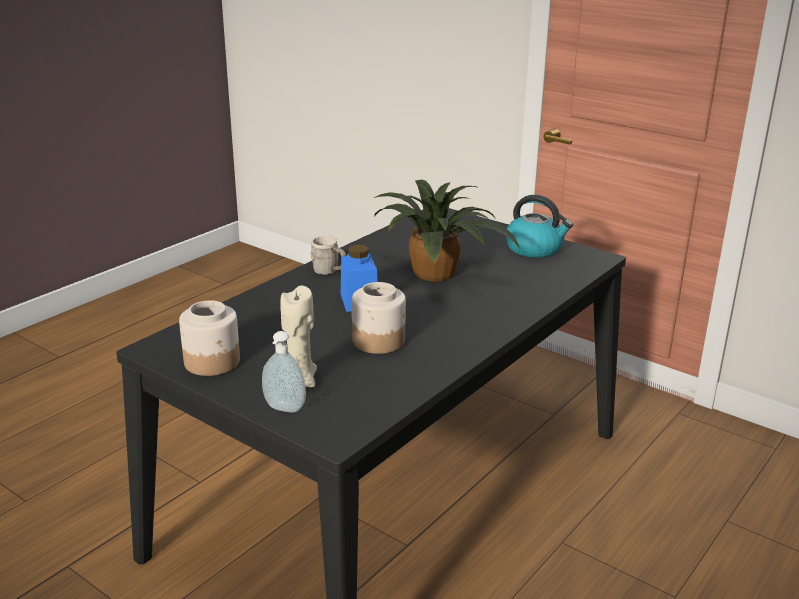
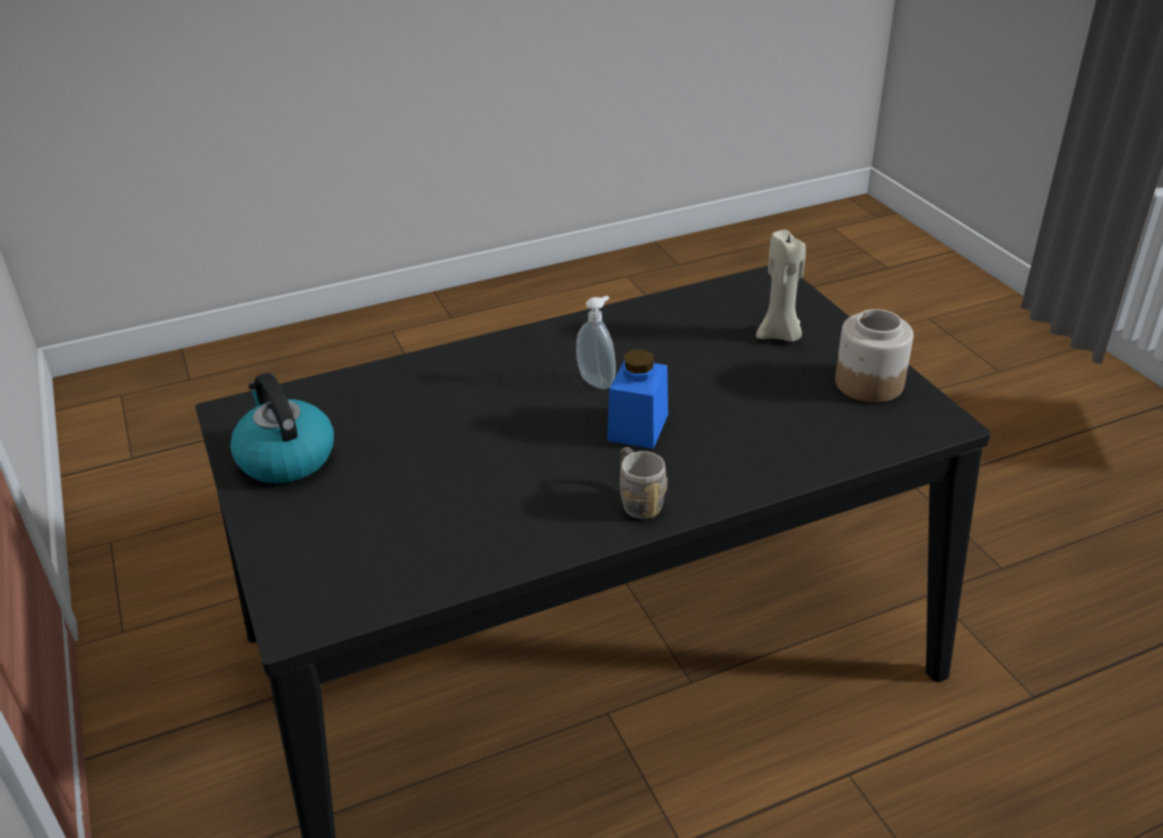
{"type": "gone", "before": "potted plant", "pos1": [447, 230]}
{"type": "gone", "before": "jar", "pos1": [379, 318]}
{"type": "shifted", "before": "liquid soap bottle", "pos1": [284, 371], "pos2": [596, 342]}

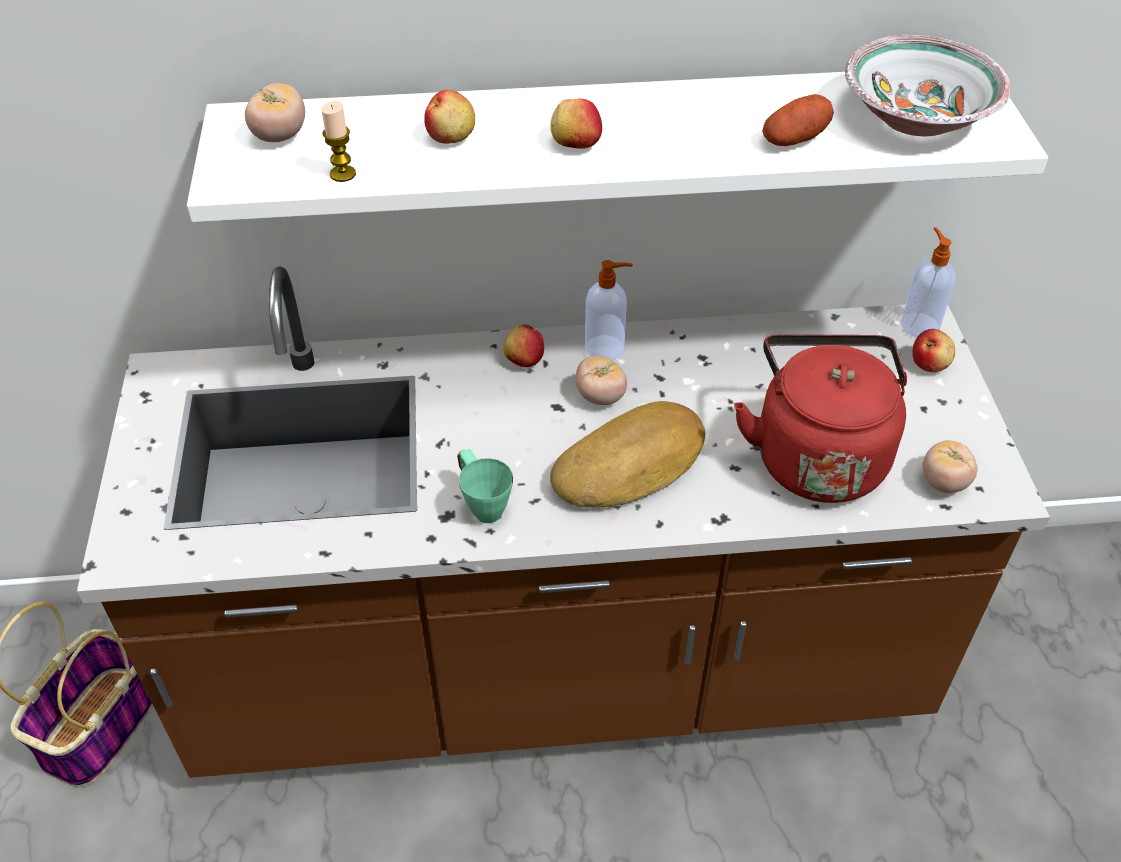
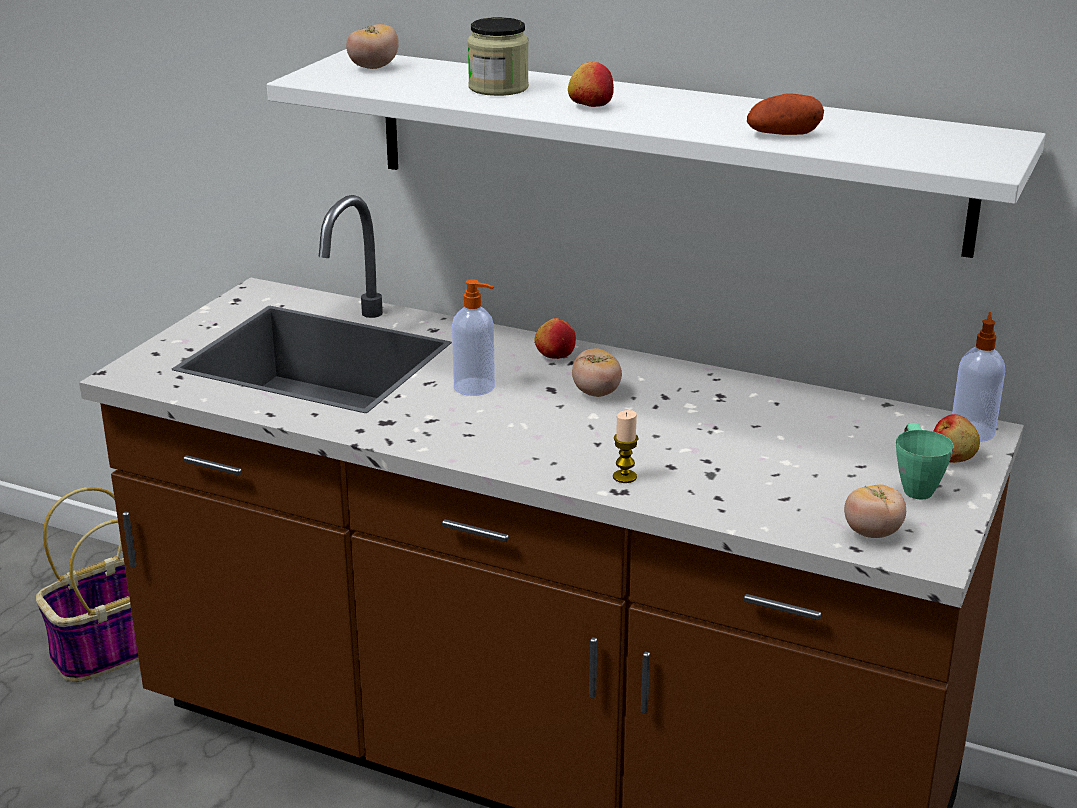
{"type": "gone", "before": "bowl", "pos1": [928, 85]}
{"type": "swapped", "before": "apple fruit", "after": "jar", "pos1": [449, 117], "pos2": [498, 56]}
{"type": "shifted", "before": "wax light", "pos1": [338, 141], "pos2": [626, 446]}
{"type": "shifted", "before": "liquid soap bottle", "pos1": [609, 310], "pos2": [473, 337]}
{"type": "gone", "before": "red tea kettle", "pos1": [820, 418]}
{"type": "gone", "before": "bread", "pos1": [627, 454]}
{"type": "shifted", "before": "green-coloured mug", "pos1": [485, 486], "pos2": [925, 461]}

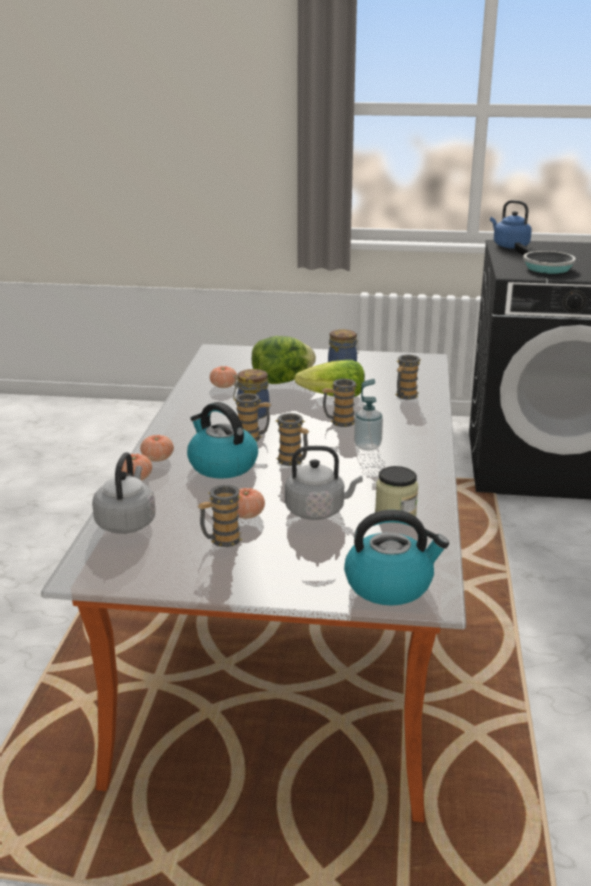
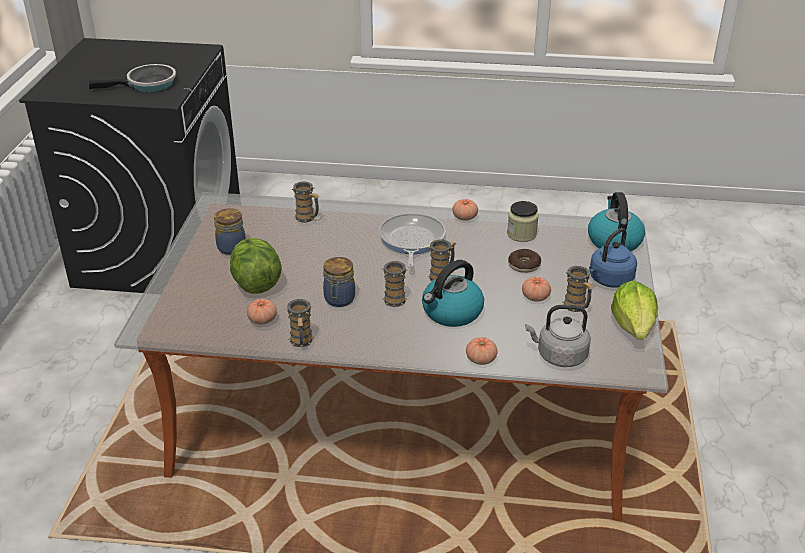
{"type": "shifted", "before": "blue tea kettle", "pos1": [511, 224], "pos2": [613, 258]}
{"type": "shifted", "before": "head of lettuce", "pos1": [329, 378], "pos2": [634, 310]}
{"type": "shifted", "before": "mug", "pos1": [339, 403], "pos2": [300, 323]}
{"type": "swapped", "before": "liquid soap bottle", "after": "frying pan", "pos1": [368, 415], "pos2": [412, 240]}
{"type": "shifted", "before": "fresh tomato", "pos1": [157, 448], "pos2": [465, 210]}
{"type": "swapped", "before": "gray tea kettle", "after": "ring doughnut", "pos1": [324, 483], "pos2": [524, 261]}

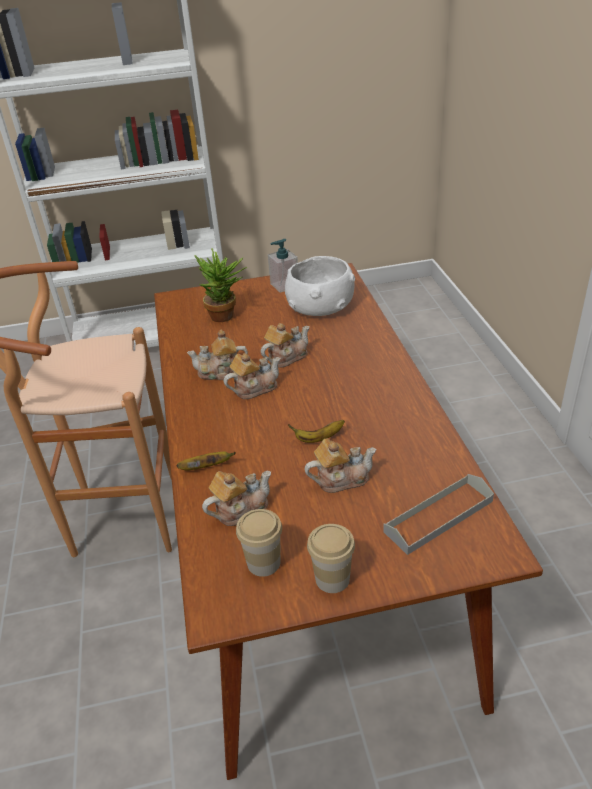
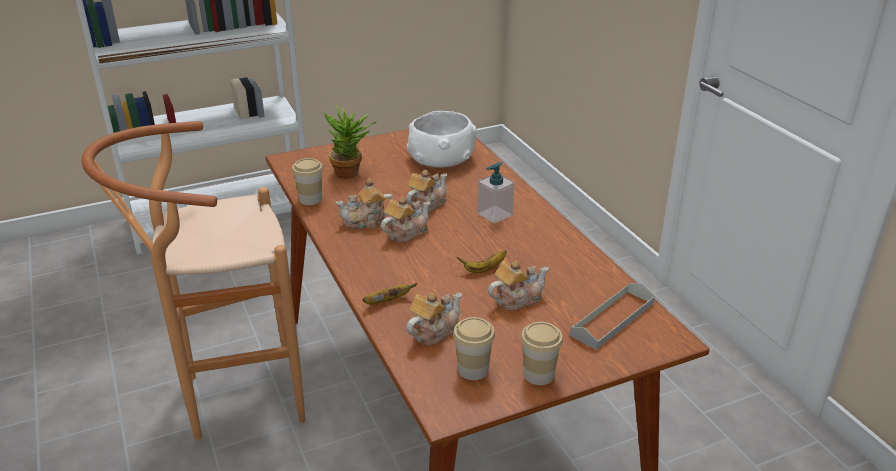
{"type": "shifted", "before": "liquid soap bottle", "pos1": [283, 266], "pos2": [496, 192]}
{"type": "new", "after": "cup", "pos2": [307, 181]}

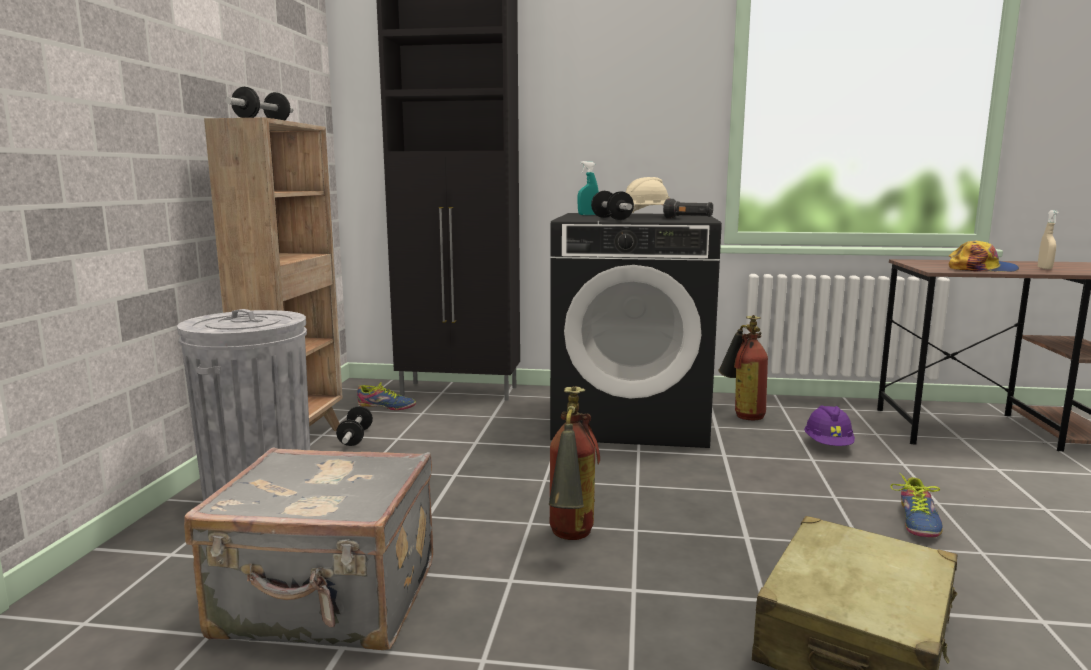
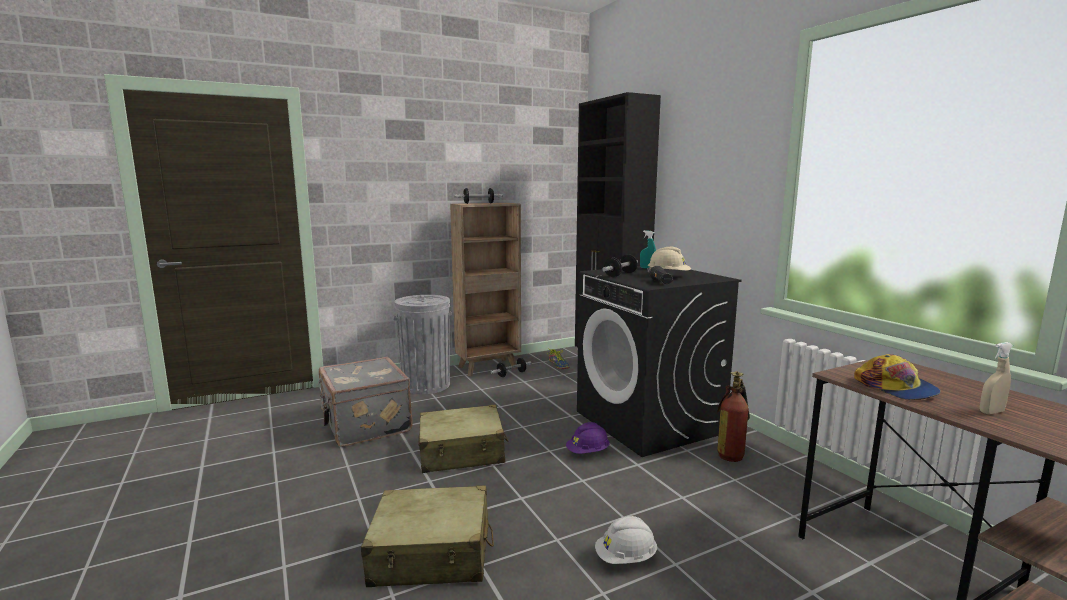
{"type": "swapped", "before": "extinguisher", "after": "beige-coloured travel case", "pos1": [574, 463], "pos2": [463, 439]}
{"type": "shifted", "before": "purplish work helmet", "pos1": [829, 425], "pos2": [588, 438]}
{"type": "swapped", "before": "shoe", "after": "white work helmet", "pos1": [917, 505], "pos2": [626, 540]}

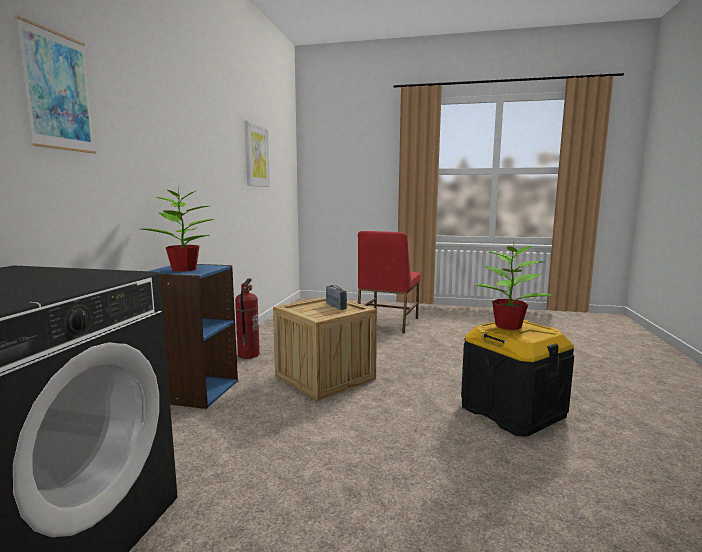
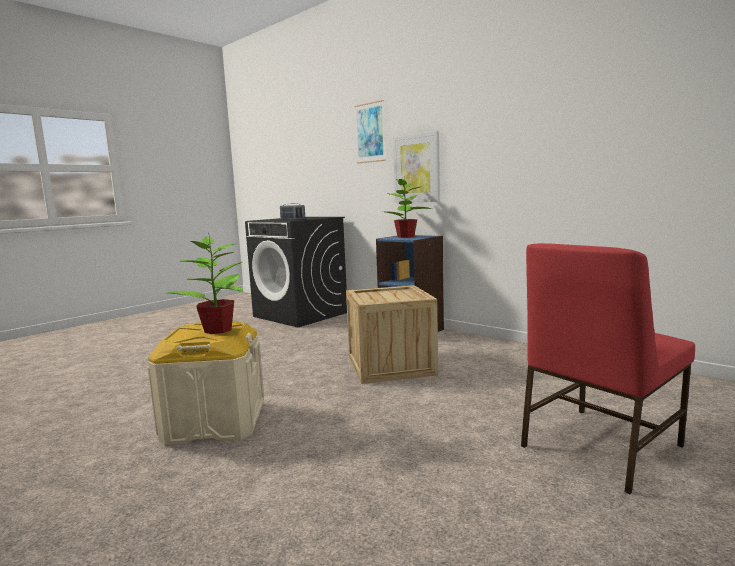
{"type": "shifted", "before": "wall picture", "pos1": [257, 153], "pos2": [416, 167]}
{"type": "rotated", "before": "red plain chair", "pos1": [389, 282], "pos2": [608, 369], "turn": -90}
{"type": "gone", "before": "extinguisher", "pos1": [247, 319]}
{"type": "shifted", "before": "radio", "pos1": [336, 297], "pos2": [292, 211]}
{"type": "repainted", "before": "black-coloured storage bin", "after": "beige-coloured storage bin", "pos1": [517, 378], "pos2": [206, 383]}

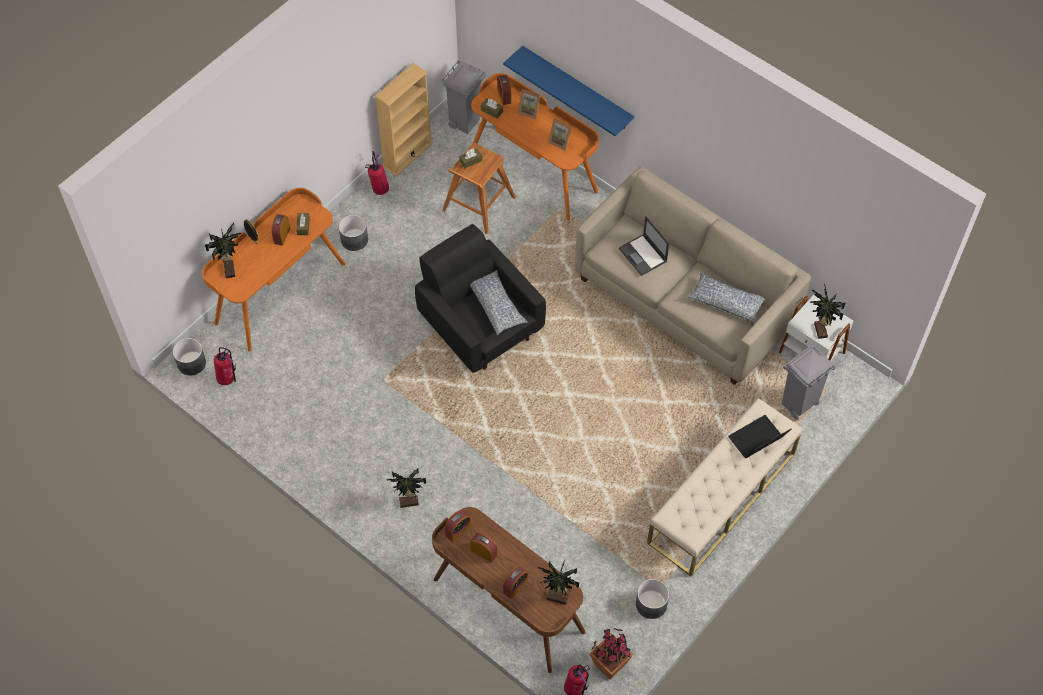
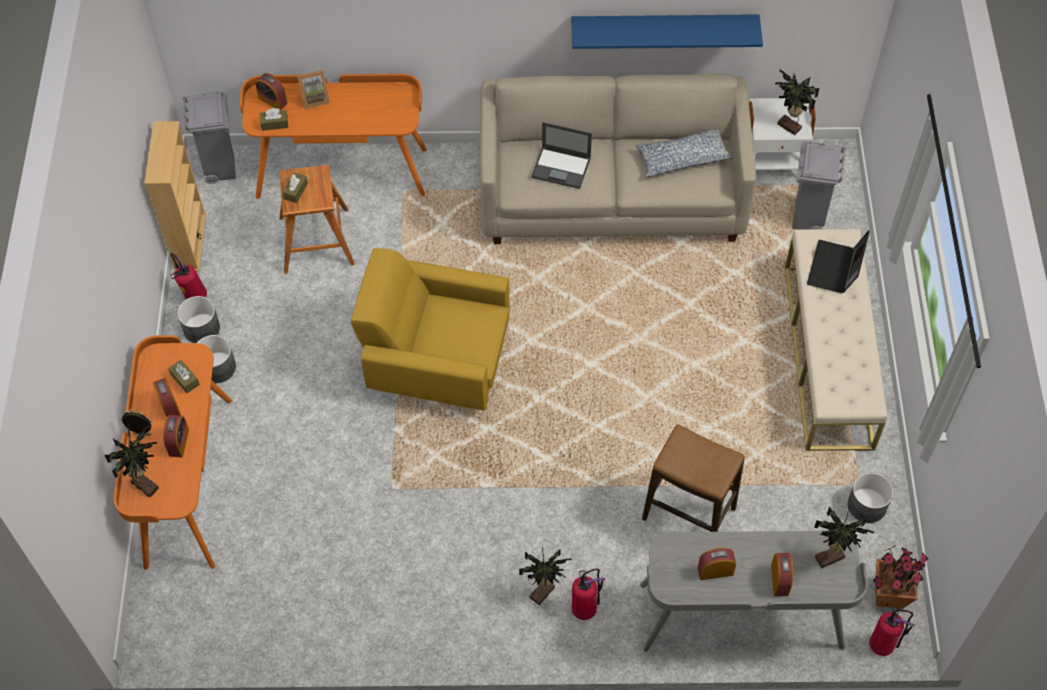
{"type": "shifted", "before": "blue wall shelf", "pos1": [568, 91], "pos2": [667, 31]}
{"type": "gone", "before": "photo frame", "pos1": [560, 134]}
{"type": "repainted", "before": "black-coloured easy chair", "after": "yellow easy chair", "pos1": [480, 298], "pos2": [430, 329]}
{"type": "gone", "before": "throw pillow", "pos1": [499, 302]}
{"type": "shifted", "before": "gray flower pot", "pos1": [189, 357], "pos2": [198, 319]}
{"type": "shifted", "before": "extinguisher", "pos1": [225, 366], "pos2": [588, 594]}
{"type": "repainted", "before": "brown-coloured desk unit", "after": "gray desk unit", "pos1": [509, 590], "pos2": [754, 591]}
{"type": "shifted", "before": "bedside clock", "pos1": [458, 526], "pos2": [176, 436]}
{"type": "new", "after": "stool", "pos2": [693, 478]}

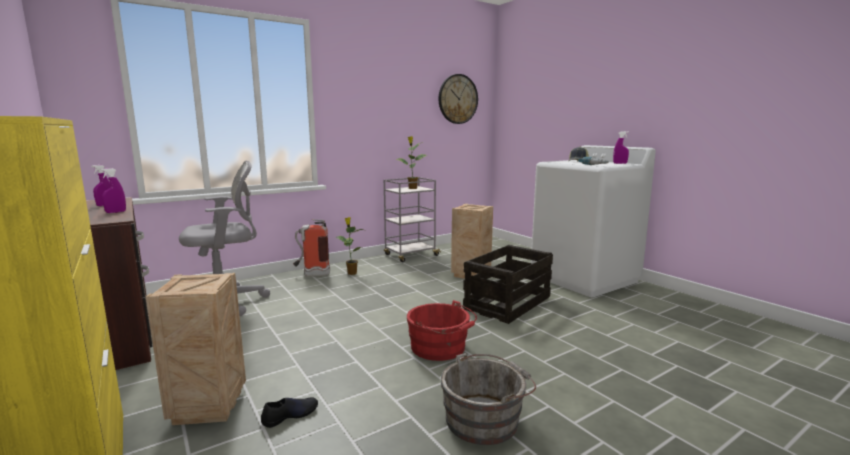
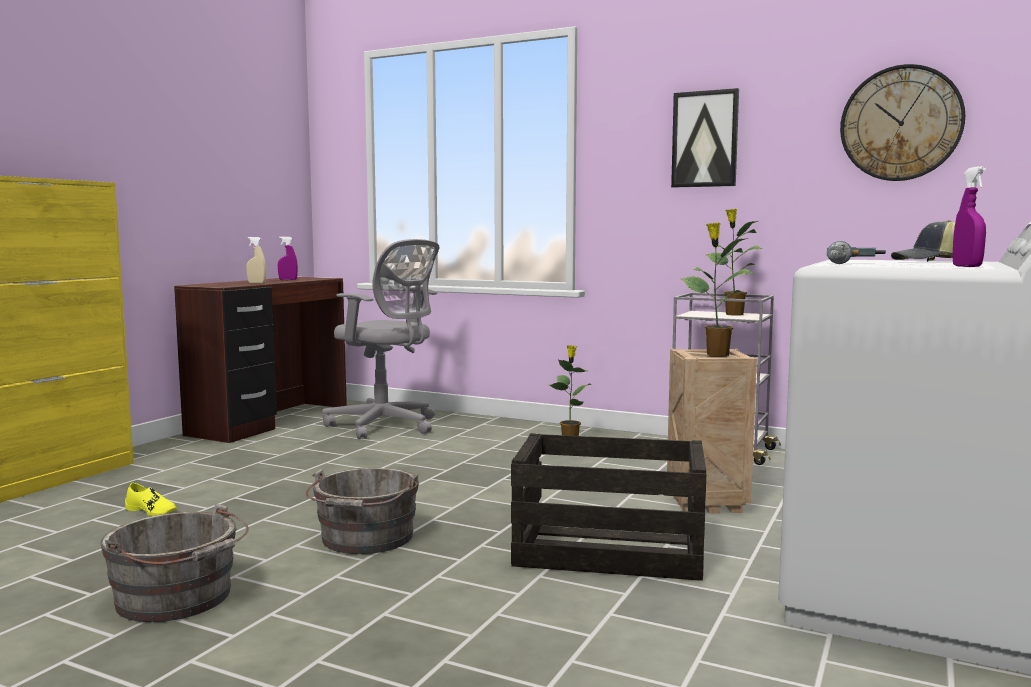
{"type": "repainted", "before": "purplish sprayer", "after": "beige-coloured sprayer", "pos1": [113, 190], "pos2": [256, 260]}
{"type": "gone", "before": "extinguisher", "pos1": [311, 248]}
{"type": "gone", "before": "shipping crate", "pos1": [196, 349]}
{"type": "repainted", "before": "red pail", "after": "gray pail", "pos1": [442, 330], "pos2": [362, 511]}
{"type": "repainted", "before": "black-coloured shoe", "after": "yellow shoe", "pos1": [289, 412], "pos2": [151, 499]}
{"type": "new", "after": "wall picture", "pos2": [705, 138]}
{"type": "new", "after": "potted plant", "pos2": [717, 289]}

